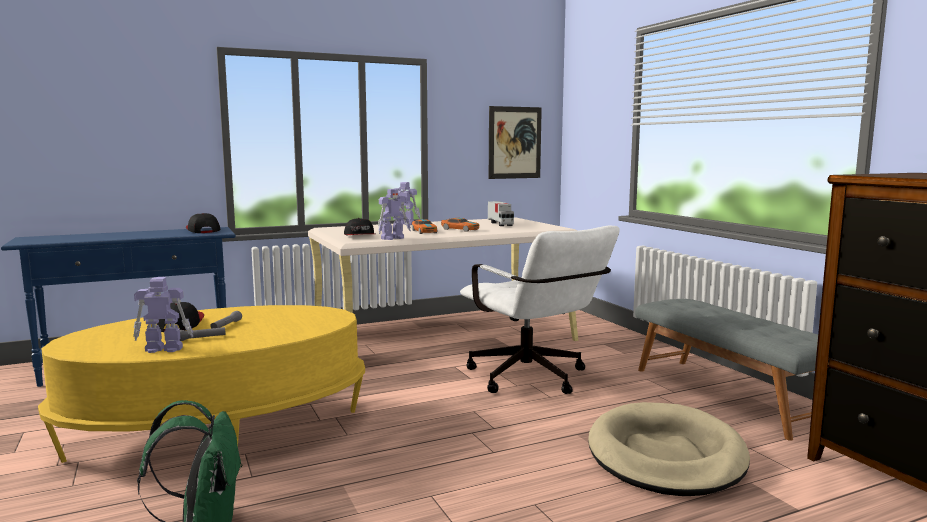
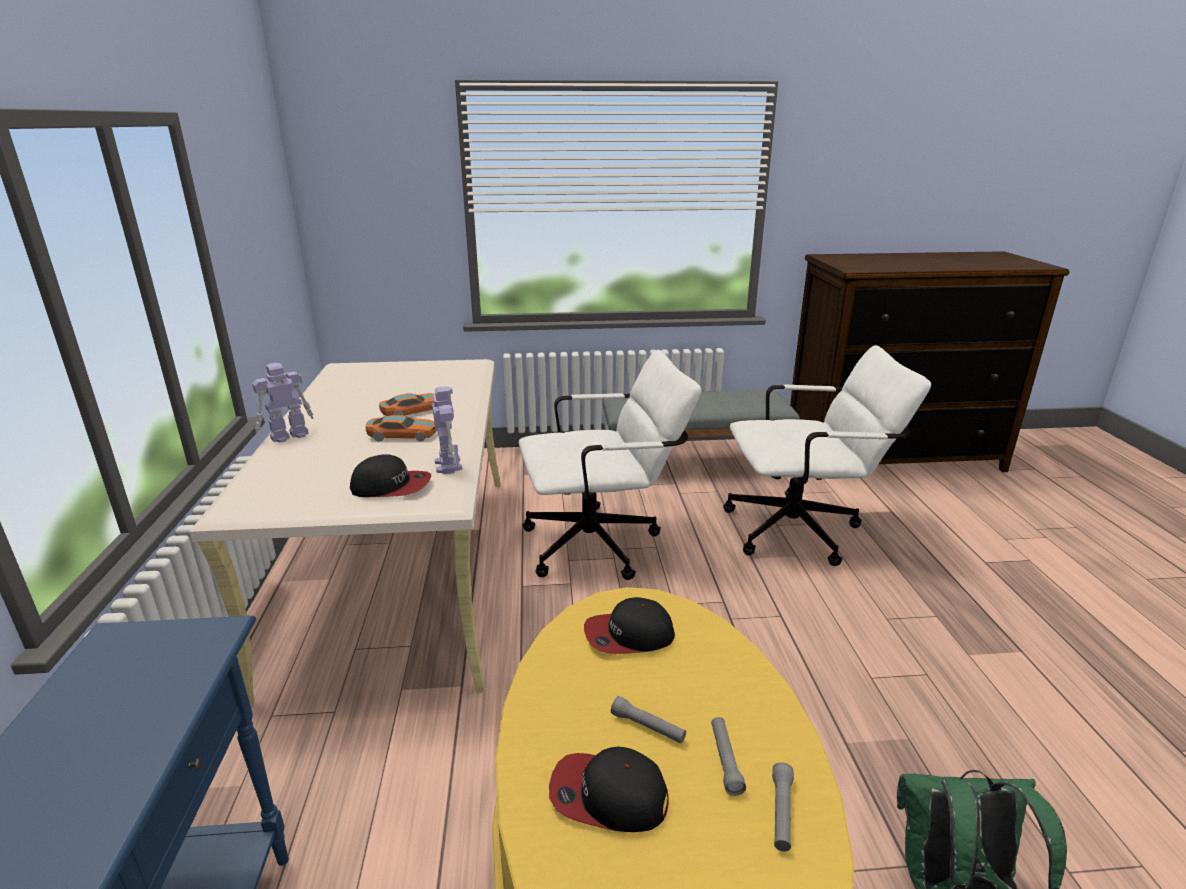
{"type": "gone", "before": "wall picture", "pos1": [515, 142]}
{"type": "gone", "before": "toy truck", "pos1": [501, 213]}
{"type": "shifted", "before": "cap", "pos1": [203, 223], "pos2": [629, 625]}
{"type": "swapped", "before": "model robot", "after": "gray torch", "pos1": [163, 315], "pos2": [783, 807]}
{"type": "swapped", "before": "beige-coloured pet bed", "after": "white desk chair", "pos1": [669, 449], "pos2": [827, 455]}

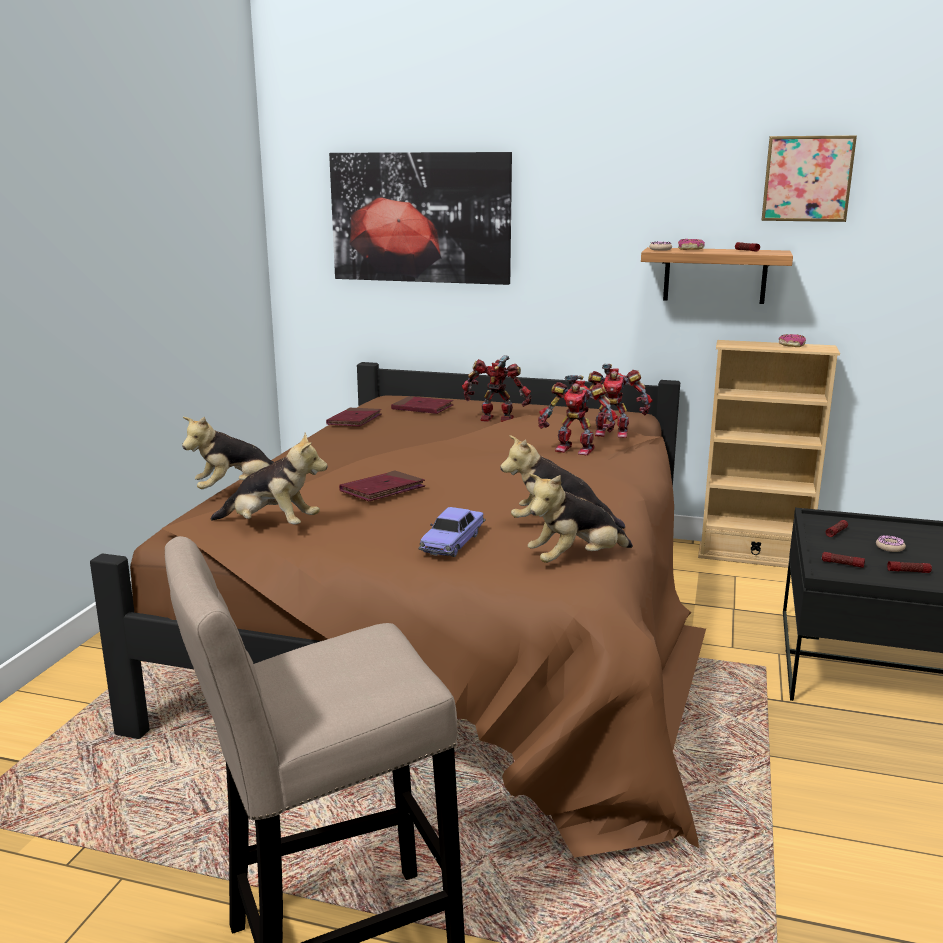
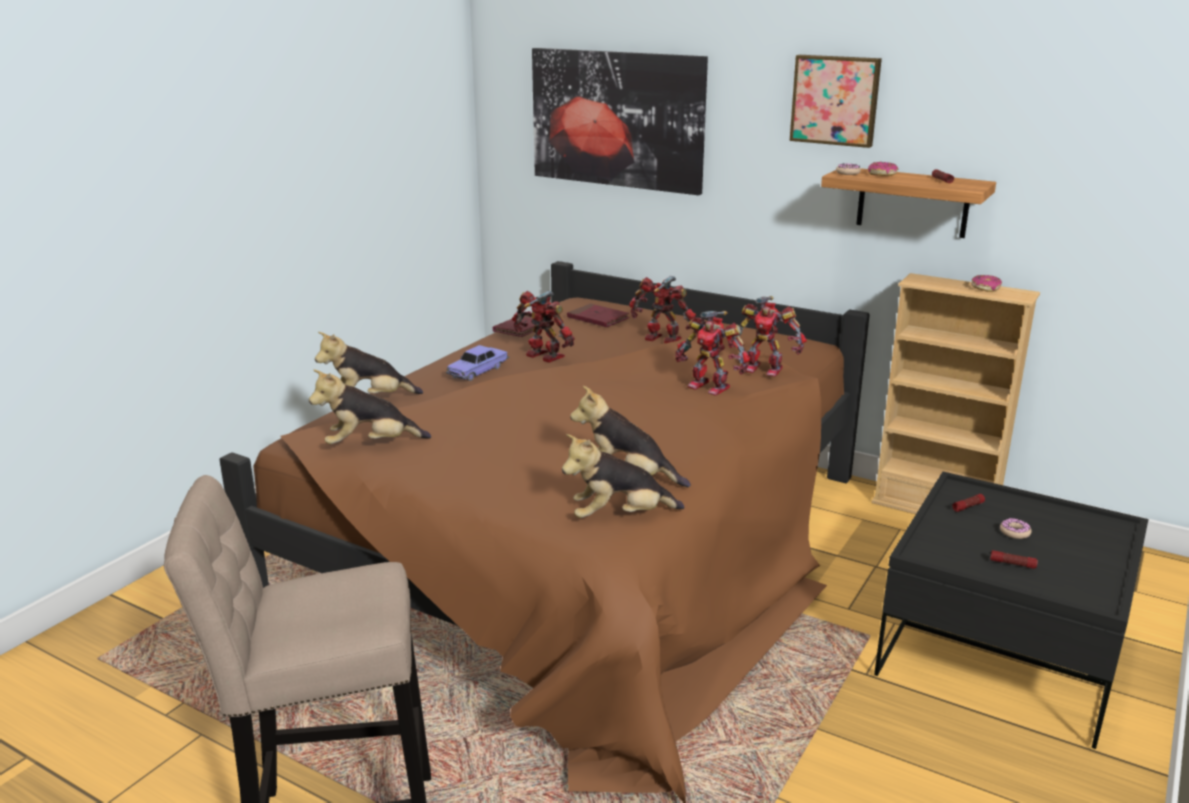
{"type": "shifted", "before": "wall picture", "pos1": [809, 178], "pos2": [836, 101]}
{"type": "rotated", "before": "cuddly toy", "pos1": [269, 479], "pos2": [370, 406], "turn": 135}
{"type": "gone", "before": "red book", "pos1": [382, 485]}
{"type": "shifted", "before": "toy car", "pos1": [452, 532], "pos2": [477, 363]}
{"type": "gone", "before": "torch", "pos1": [843, 560]}
{"type": "new", "after": "model robot", "pos2": [543, 326]}

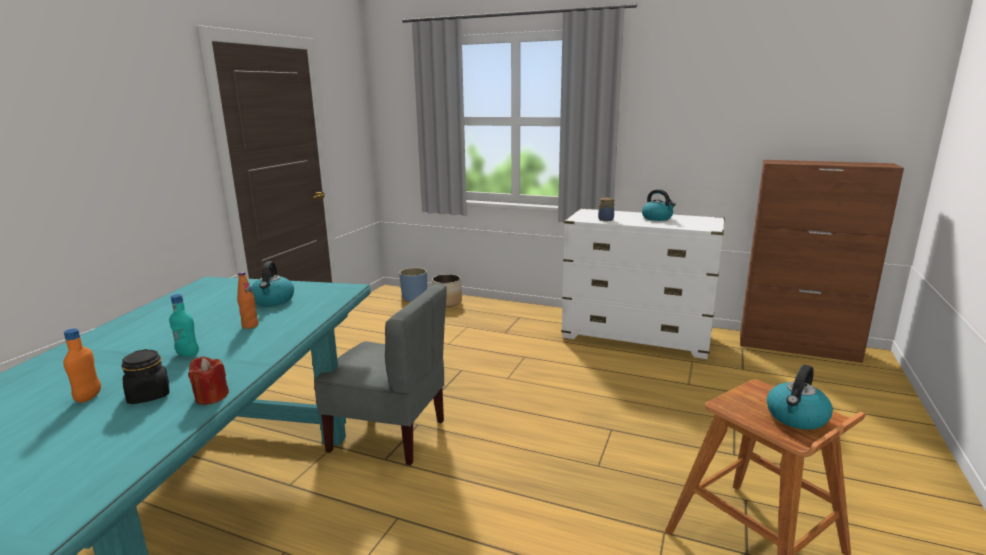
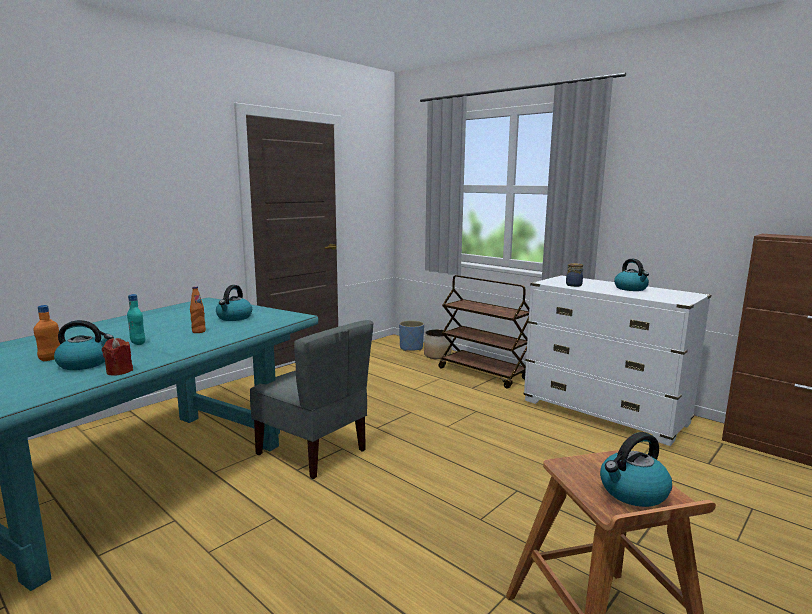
{"type": "swapped", "before": "black-coloured jar", "after": "tea kettle", "pos1": [145, 376], "pos2": [84, 345]}
{"type": "new", "after": "brown-coloured wheeled cart", "pos2": [484, 332]}

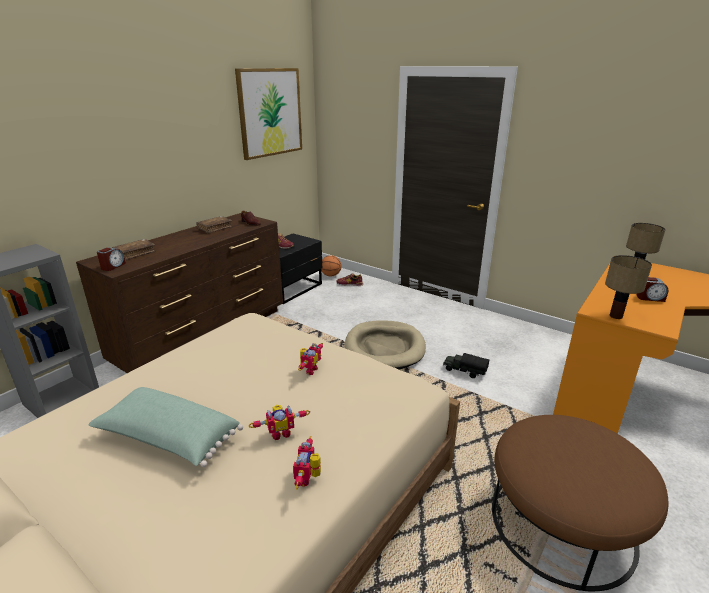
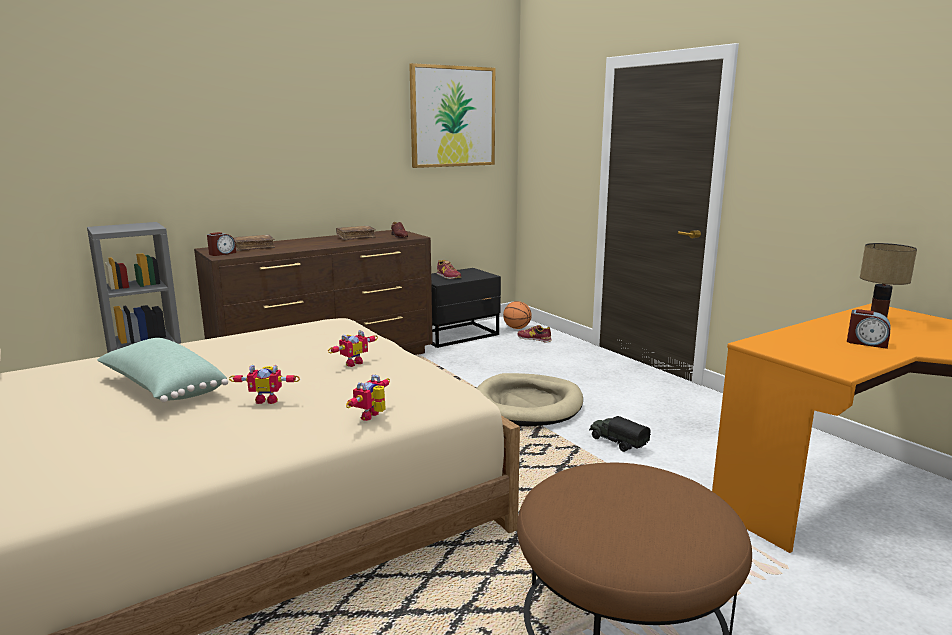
{"type": "gone", "before": "lamp for a table", "pos1": [628, 287]}
{"type": "shifted", "before": "model robot", "pos1": [307, 463], "pos2": [368, 398]}

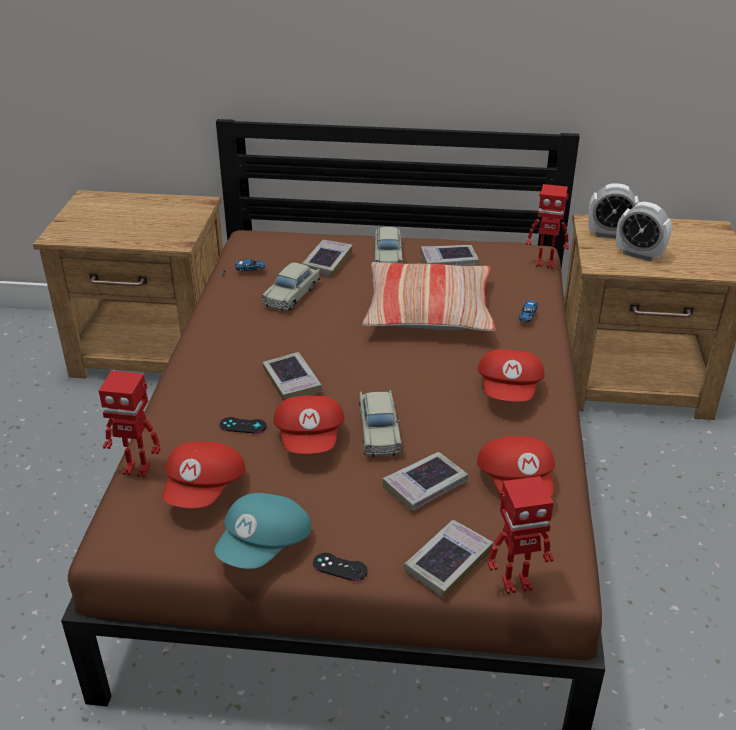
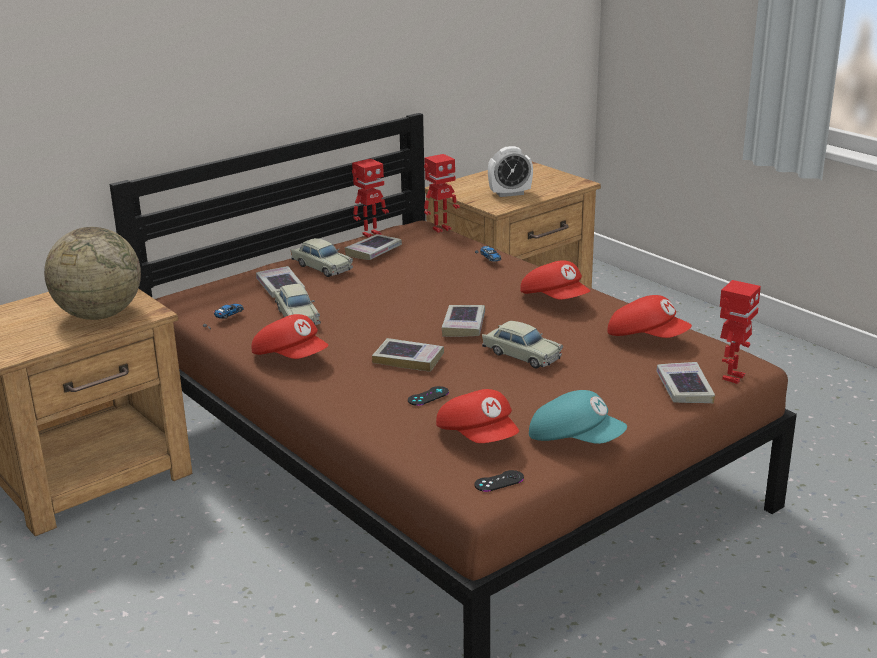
{"type": "gone", "before": "bedside clock", "pos1": [613, 210]}
{"type": "gone", "before": "throw pillow", "pos1": [429, 297]}
{"type": "shifted", "before": "model robot", "pos1": [129, 424], "pos2": [370, 198]}
{"type": "shifted", "before": "red cap", "pos1": [308, 424], "pos2": [290, 336]}
{"type": "shifted", "before": "book", "pos1": [425, 481], "pos2": [463, 321]}
{"type": "rotated", "before": "blue-green cap", "pos1": [262, 531], "pos2": [578, 417], "turn": -45}
{"type": "shifted", "before": "black-coloured gamepad", "pos1": [340, 567], "pos2": [499, 481]}
{"type": "new", "after": "world globe", "pos2": [92, 273]}

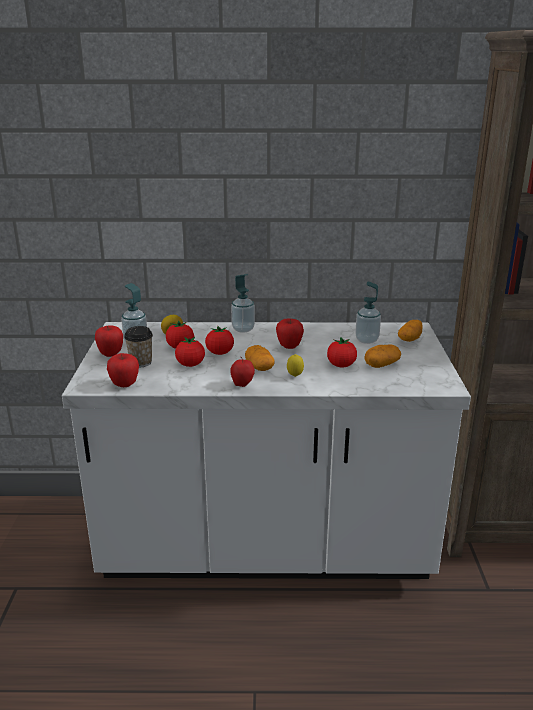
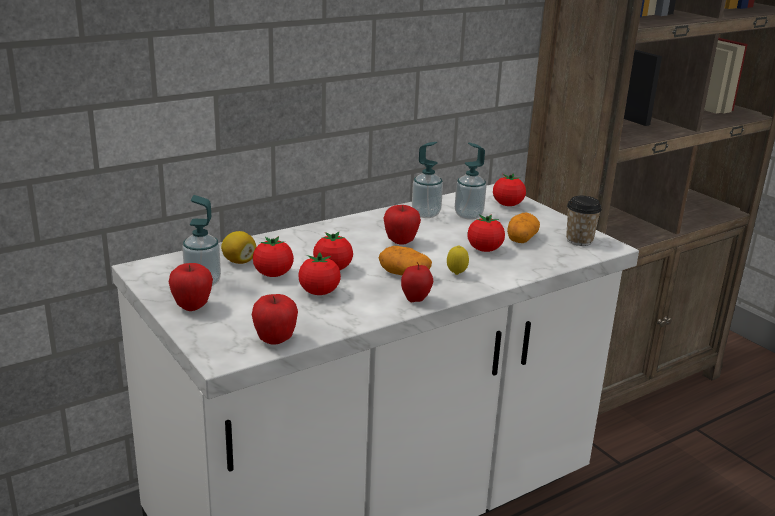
{"type": "shifted", "before": "liquid soap bottle", "pos1": [243, 303], "pos2": [427, 180]}
{"type": "swapped", "before": "potato", "after": "fresh tomato", "pos1": [410, 331], "pos2": [509, 189]}
{"type": "shifted", "before": "cup", "pos1": [138, 346], "pos2": [584, 221]}

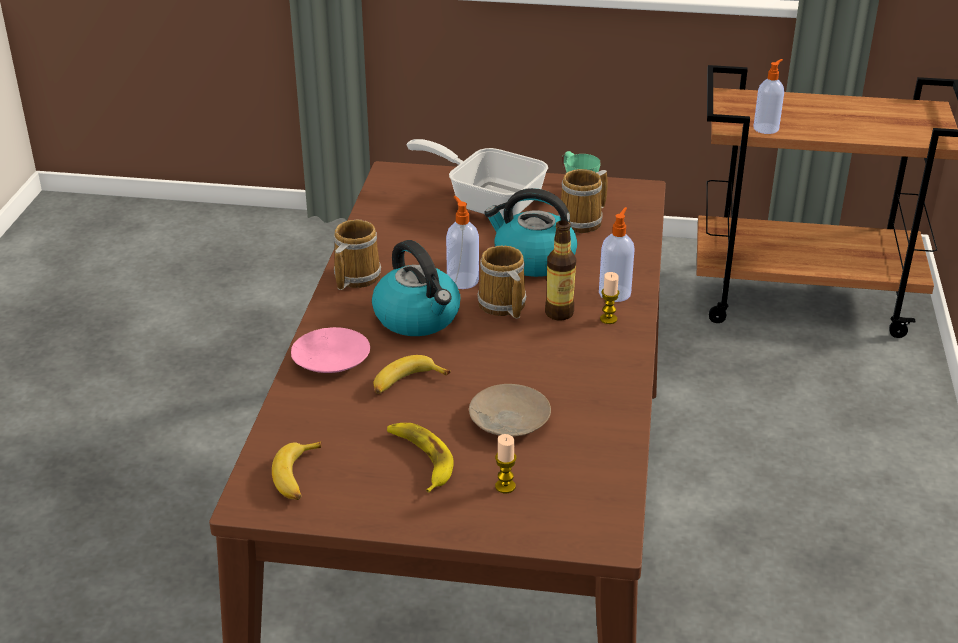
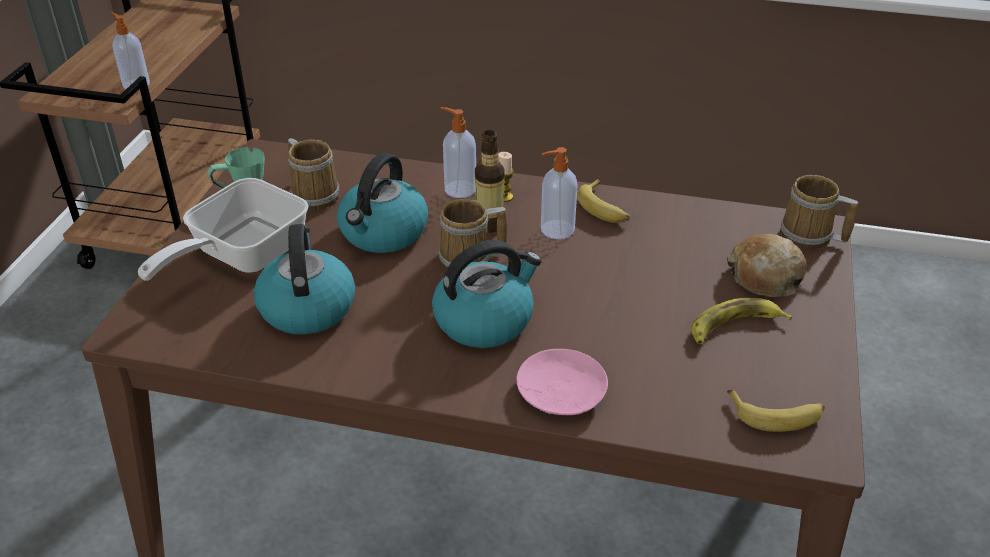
{"type": "shifted", "before": "liquid soap bottle", "pos1": [462, 242], "pos2": [559, 193]}
{"type": "shifted", "before": "mug", "pos1": [357, 255], "pos2": [819, 212]}
{"type": "shifted", "before": "whole banana", "pos1": [412, 374], "pos2": [603, 201]}
{"type": "gone", "before": "beige-coloured dinner plate", "pos1": [510, 410]}
{"type": "swapped", "before": "wax light", "after": "bread", "pos1": [505, 463], "pos2": [766, 265]}
{"type": "new", "after": "tea kettle", "pos2": [304, 279]}

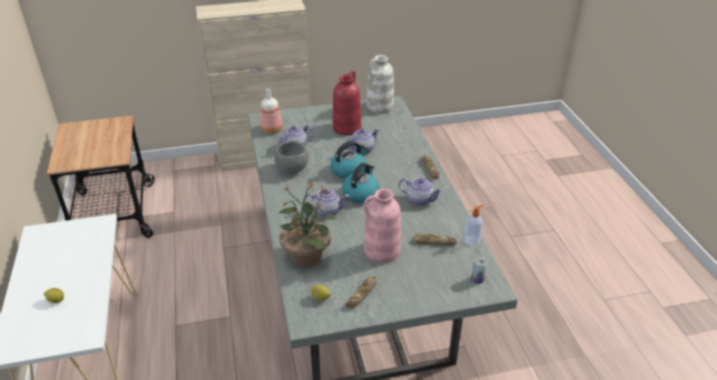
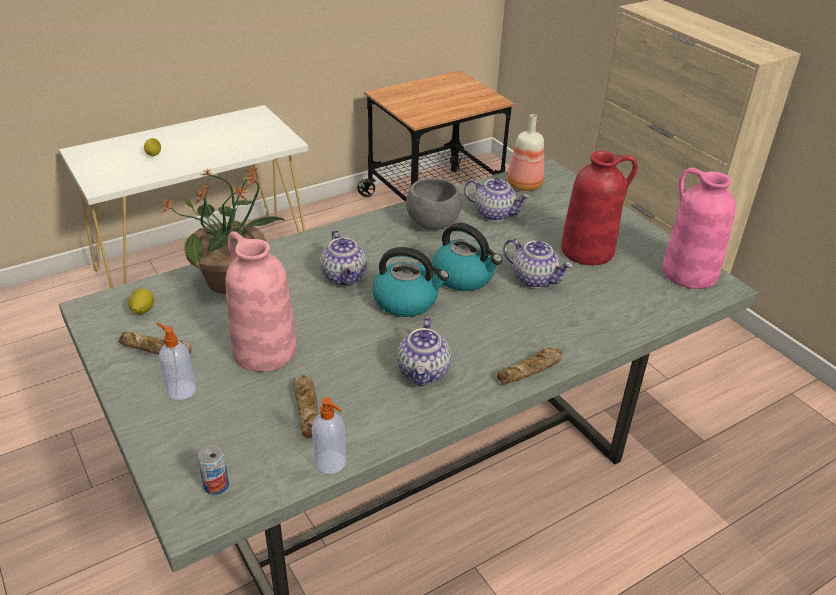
{"type": "repainted", "before": "white vase", "after": "pink-coloured vase", "pos1": [380, 84], "pos2": [699, 228]}
{"type": "new", "after": "liquid soap bottle", "pos2": [176, 361]}

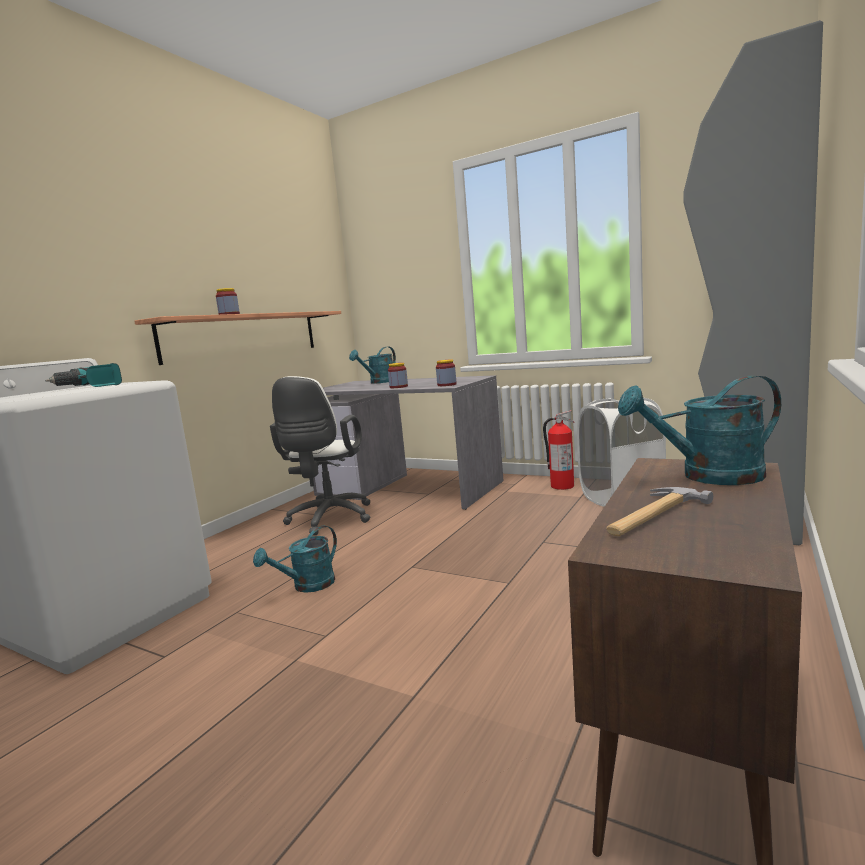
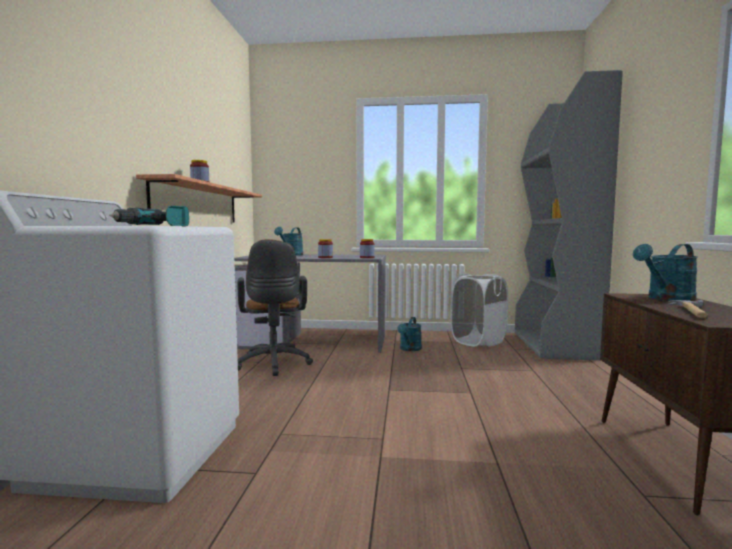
{"type": "repainted", "before": "white desk chair", "after": "brown-coloured desk chair", "pos1": [320, 455], "pos2": [275, 307]}
{"type": "gone", "before": "extinguisher", "pos1": [558, 450]}
{"type": "shifted", "before": "blue-green watering pot", "pos1": [295, 559], "pos2": [409, 334]}

